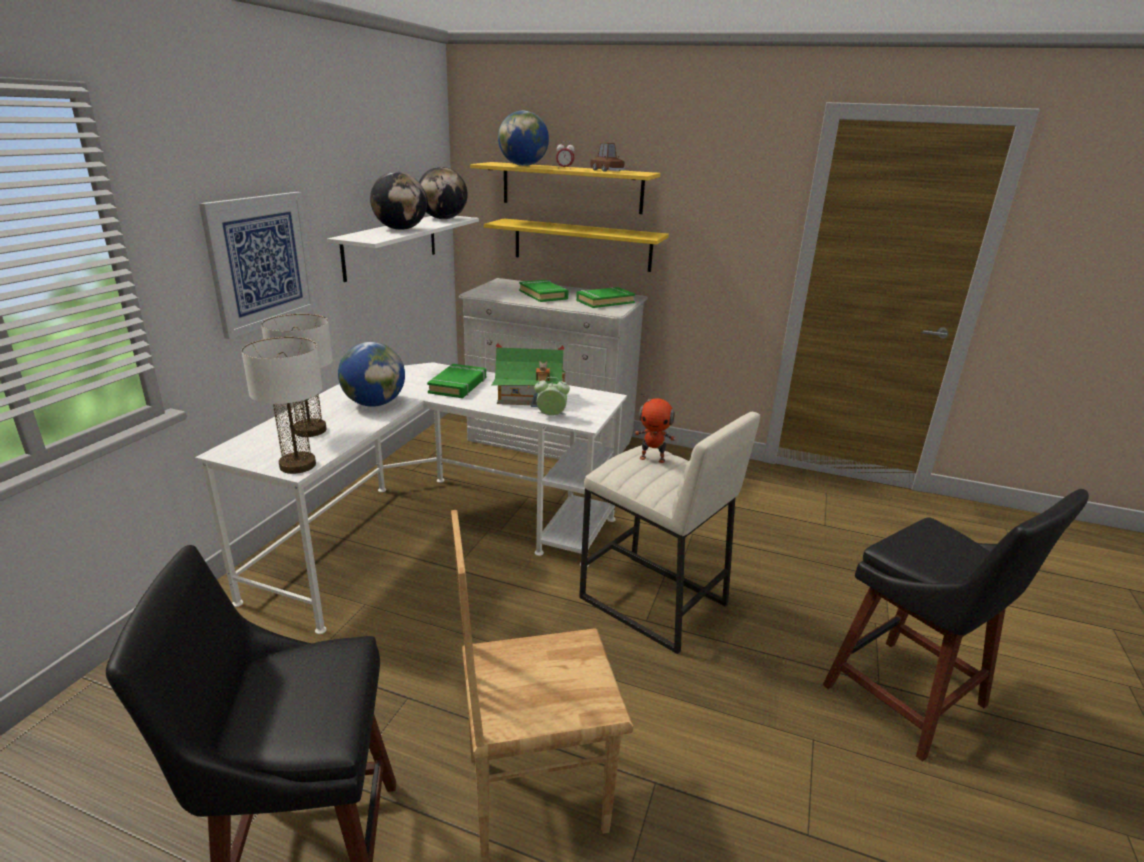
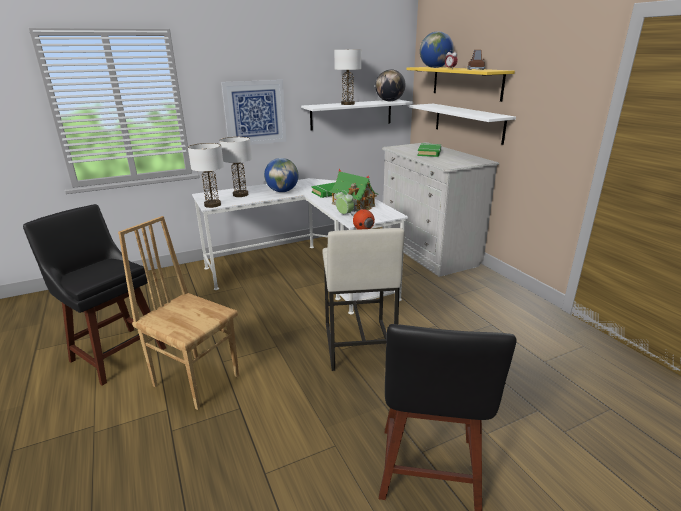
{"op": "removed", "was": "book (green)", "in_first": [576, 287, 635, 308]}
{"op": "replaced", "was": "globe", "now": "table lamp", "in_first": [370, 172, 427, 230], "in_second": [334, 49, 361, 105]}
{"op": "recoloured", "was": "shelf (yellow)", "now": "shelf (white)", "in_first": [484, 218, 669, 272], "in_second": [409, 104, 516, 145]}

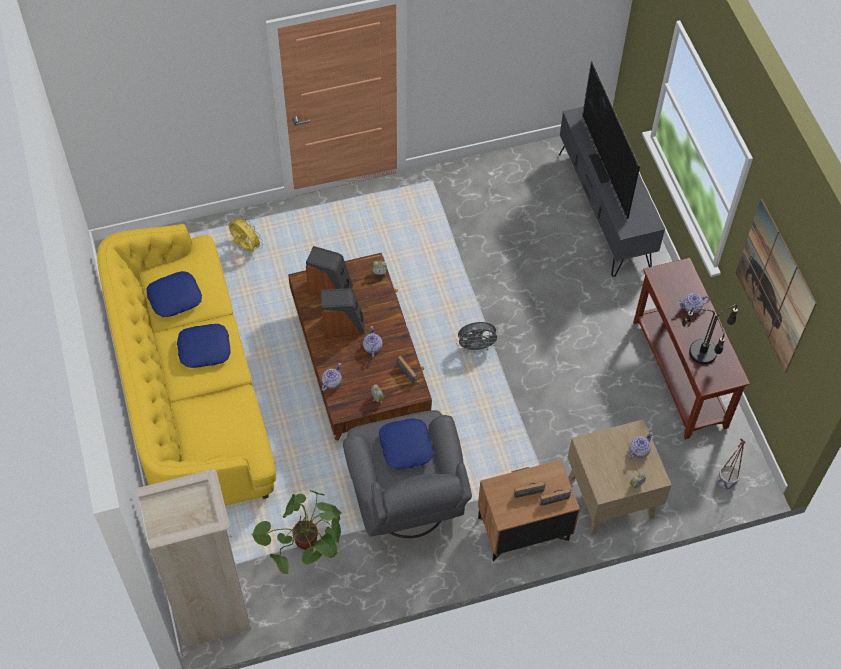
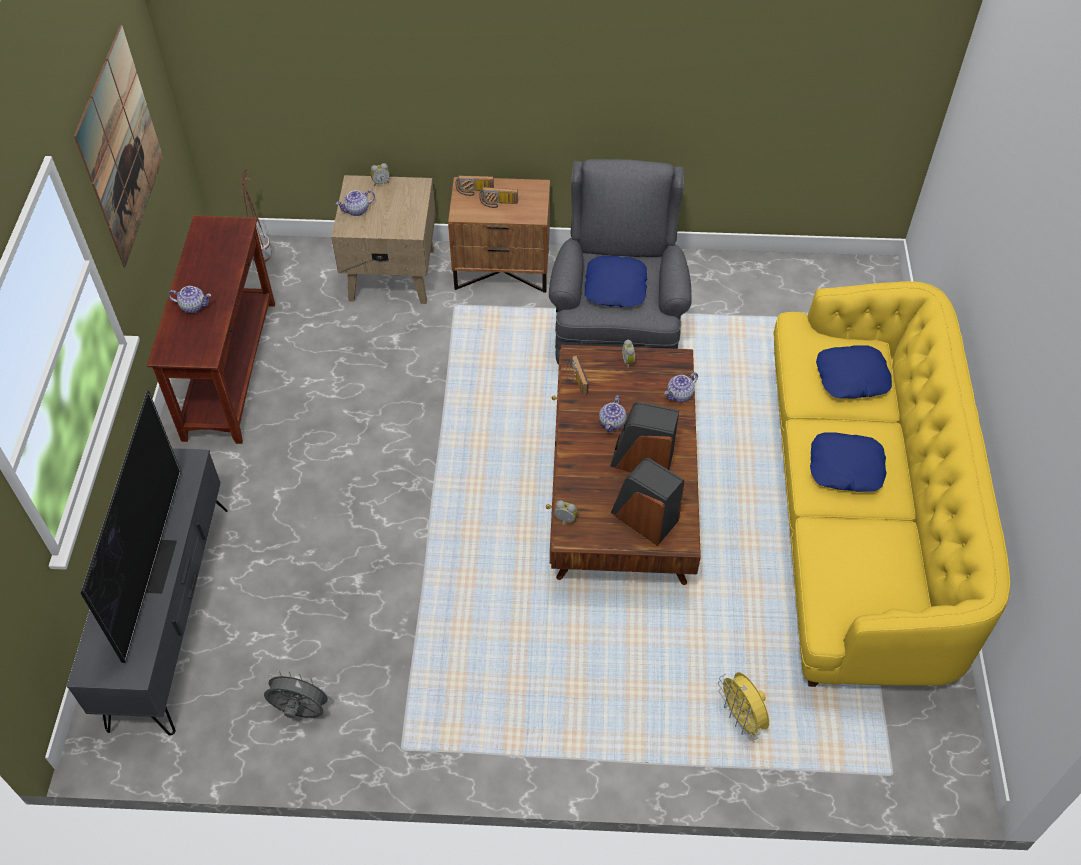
{"op": "removed", "was": "cabinet (beige)", "in_first": [137, 469, 251, 646]}
{"op": "removed", "was": "potted plant", "in_first": [251, 490, 342, 575]}
{"op": "removed", "was": "table lamp", "in_first": [682, 304, 738, 364]}
{"op": "moved", "was": "pillow (blue)", "in_first": [147, 271, 202, 317], "in_second": [816, 345, 892, 399]}
{"op": "moved", "was": "fan (grey)", "in_first": [456, 322, 500, 353], "in_second": [264, 671, 333, 718]}

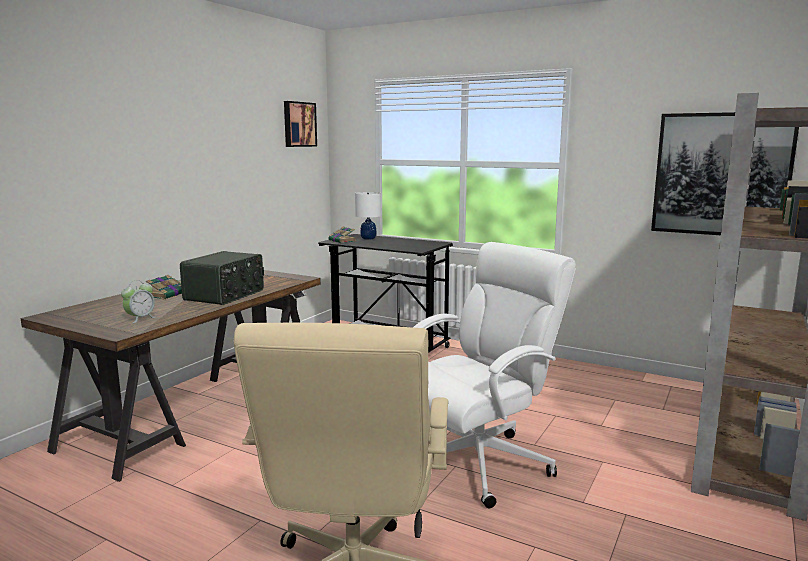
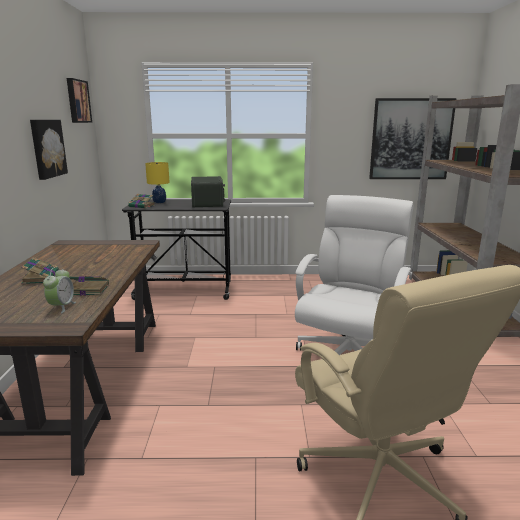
{"op": "added", "now": "picture", "in_second": [30, 120, 68, 180]}
{"op": "added", "now": "book", "in_second": [69, 276, 109, 296]}
{"op": "moved", "was": "radio", "in_first": [180, 251, 264, 305], "in_second": [191, 176, 225, 208]}
{"op": "recoloured", "was": "table lamp (white)", "now": "table lamp (yellow)", "in_first": [355, 192, 381, 240], "in_second": [145, 162, 170, 203]}

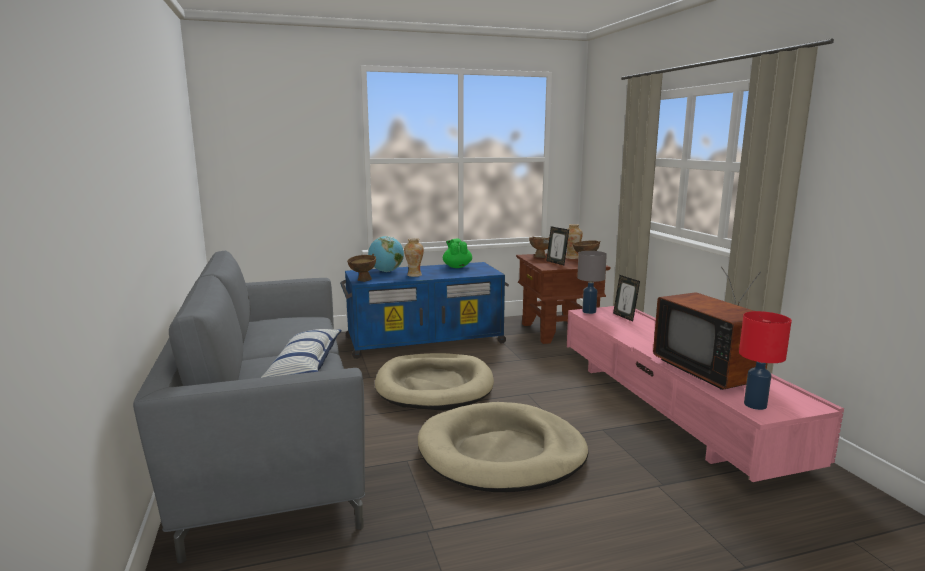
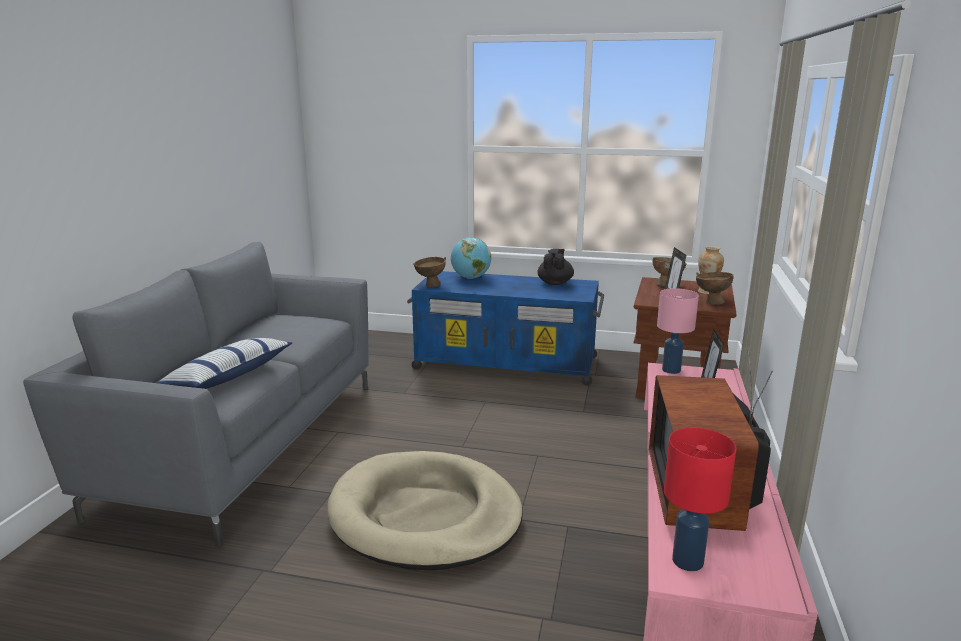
{"op": "removed", "was": "dog bed (beige)", "in_first": [375, 353, 494, 411]}
{"op": "removed", "was": "vase", "in_first": [404, 238, 424, 277]}
{"op": "recoloured", "was": "teapot (green)", "now": "teapot (black)", "in_first": [443, 238, 472, 268], "in_second": [538, 249, 574, 285]}
{"op": "recoloured", "was": "table lamp (grey)", "now": "table lamp (pink)", "in_first": [577, 251, 607, 314], "in_second": [657, 288, 699, 374]}

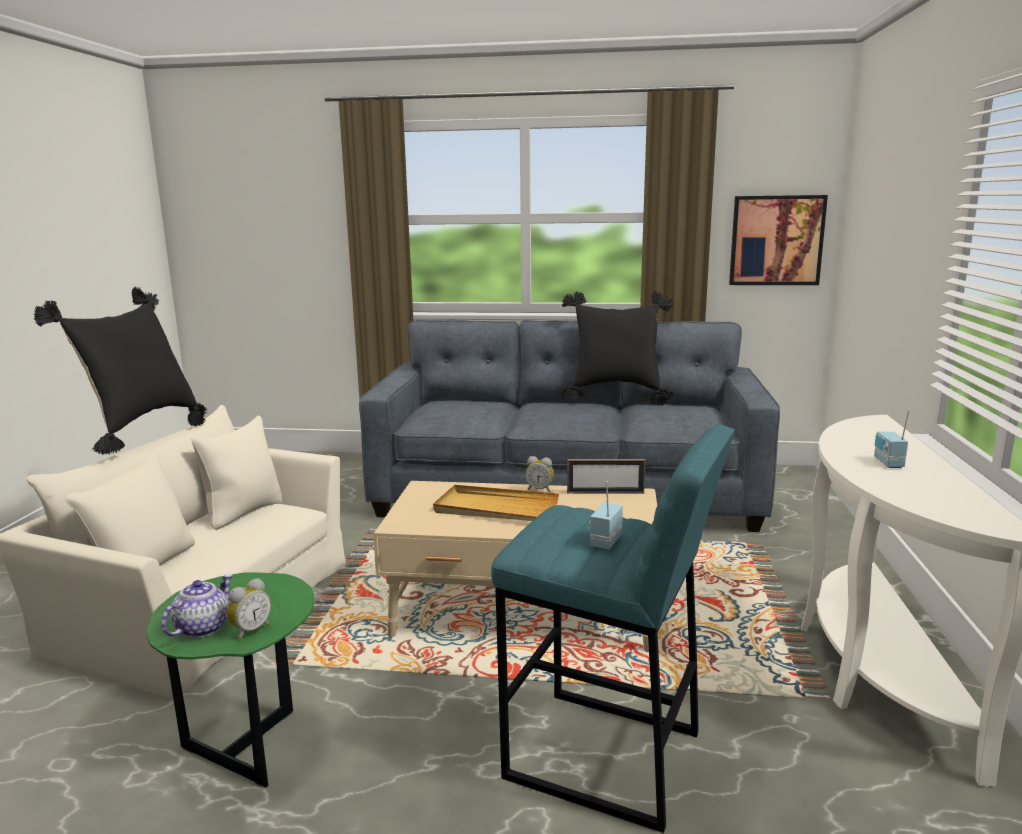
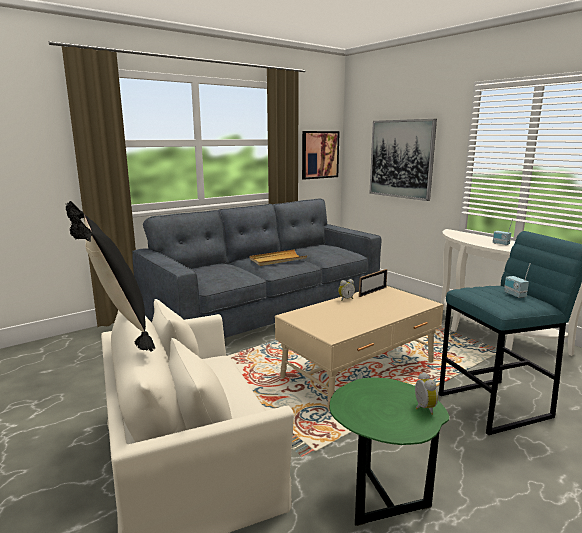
{"op": "removed", "was": "teapot", "in_first": [161, 574, 233, 638]}
{"op": "removed", "was": "pillow (black)", "in_first": [559, 291, 674, 406]}
{"op": "added", "now": "picture", "in_second": [369, 119, 437, 201]}
{"op": "moved", "was": "tray (beige)", "in_first": [433, 485, 559, 521], "in_second": [249, 249, 307, 266]}

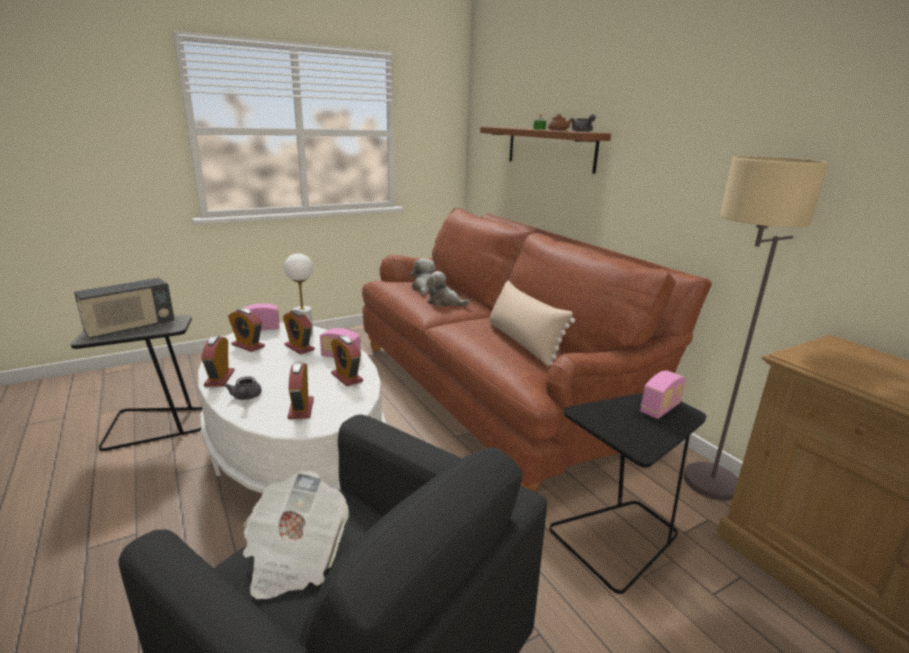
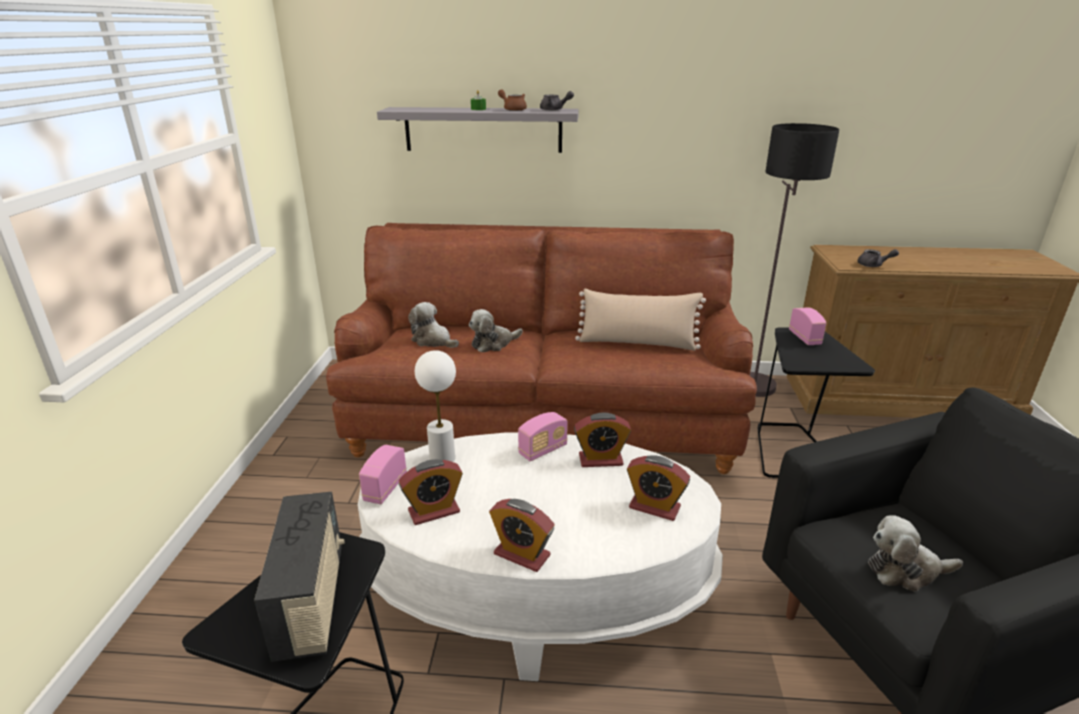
{"op": "removed", "was": "alarm clock", "in_first": [283, 310, 315, 355]}
{"op": "moved", "was": "teapot (grey)", "in_first": [224, 376, 262, 400], "in_second": [858, 249, 899, 267]}
{"op": "replaced", "was": "newspaper", "now": "plush toy", "in_first": [243, 471, 349, 600], "in_second": [868, 515, 963, 592]}
{"op": "recoloured", "was": "shelf (brown)", "now": "shelf (grey)", "in_first": [480, 127, 611, 174], "in_second": [377, 107, 579, 153]}
{"op": "recoloured", "was": "floor lamp (beige)", "now": "floor lamp (black)", "in_first": [684, 156, 828, 501], "in_second": [750, 123, 839, 397]}

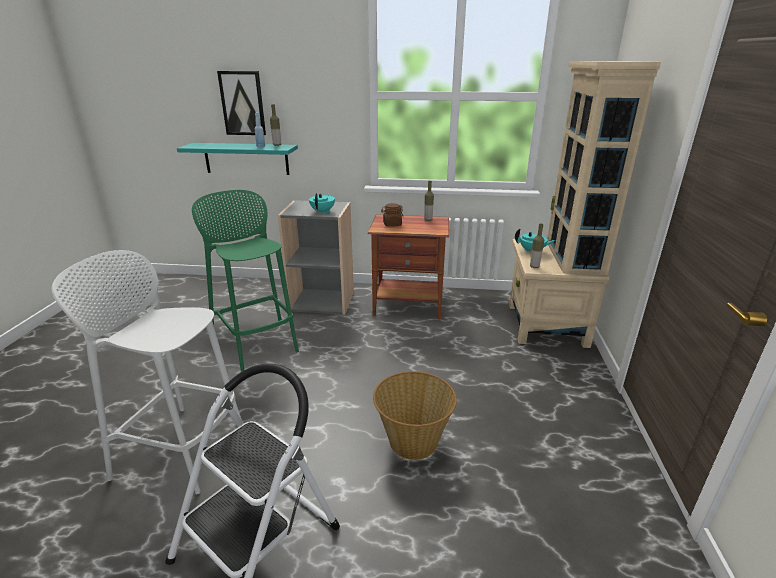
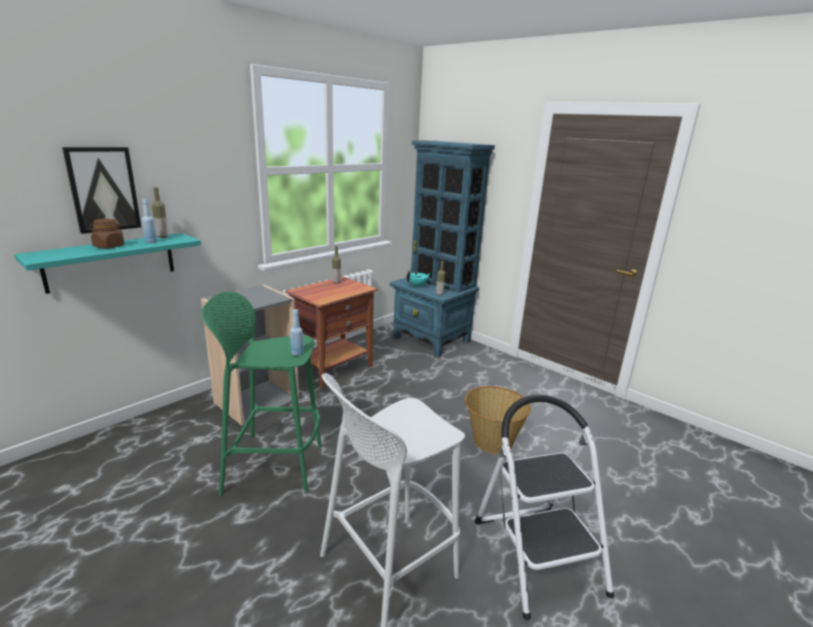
{"op": "removed", "was": "teapot (turquoise)", "in_first": [309, 193, 335, 214]}
{"op": "added", "now": "bottle (blue)", "in_second": [290, 309, 304, 356]}
{"op": "moved", "was": "jar (brown)", "in_first": [381, 203, 403, 227], "in_second": [89, 219, 125, 248]}
{"op": "recoloured", "was": "cabinet (beige)", "now": "cabinet (blue)", "in_first": [509, 61, 661, 348], "in_second": [390, 140, 495, 357]}

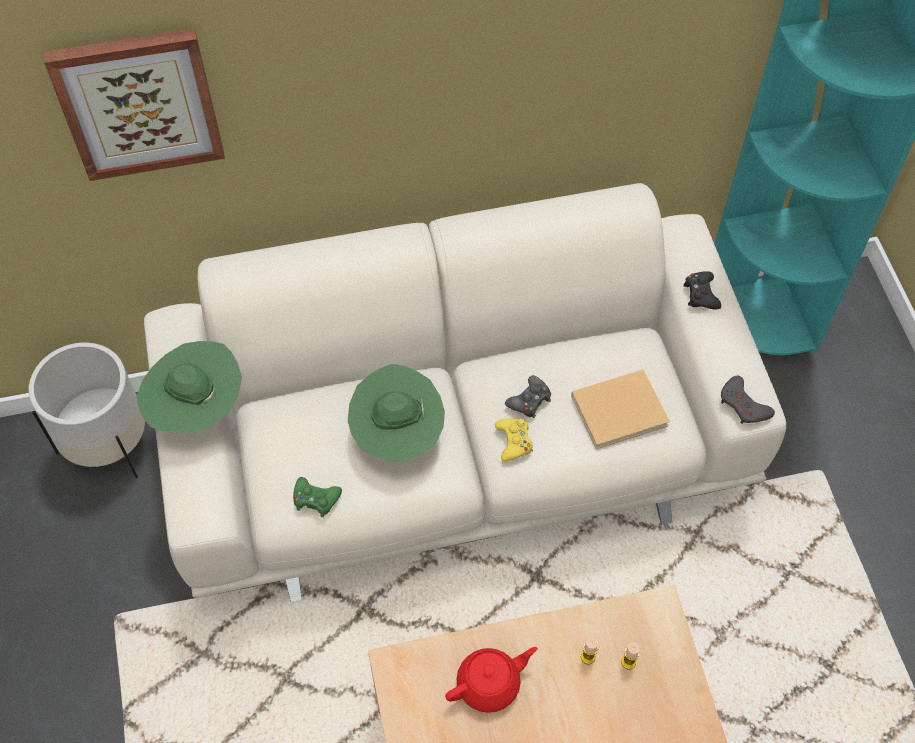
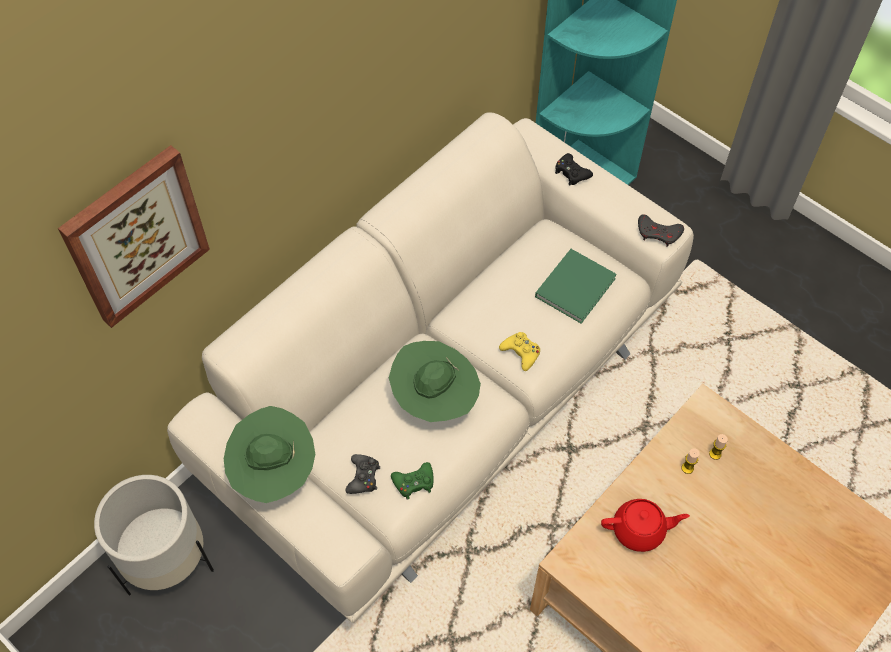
{"op": "moved", "was": "game controller (black)", "in_first": [505, 375, 551, 418], "in_second": [346, 454, 380, 494]}
{"op": "recoloured", "was": "book (beige)", "now": "book (green)", "in_first": [571, 369, 670, 449], "in_second": [535, 249, 617, 324]}
{"op": "turned", "was": "teapot (red)", "in_first": [445, 647, 538, 713], "in_second": [601, 499, 690, 552], "clockwise": 60}

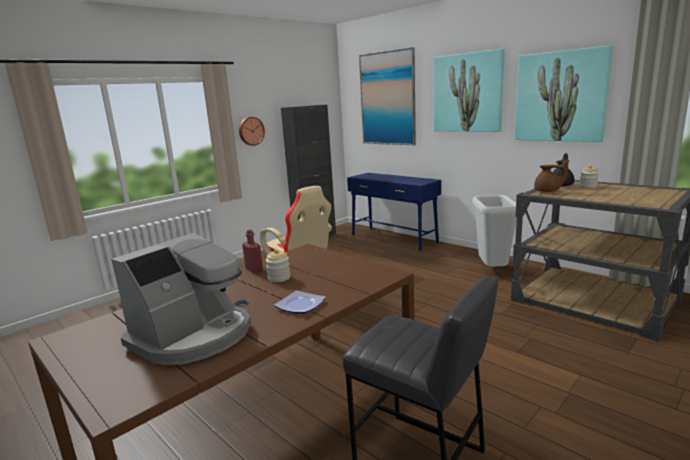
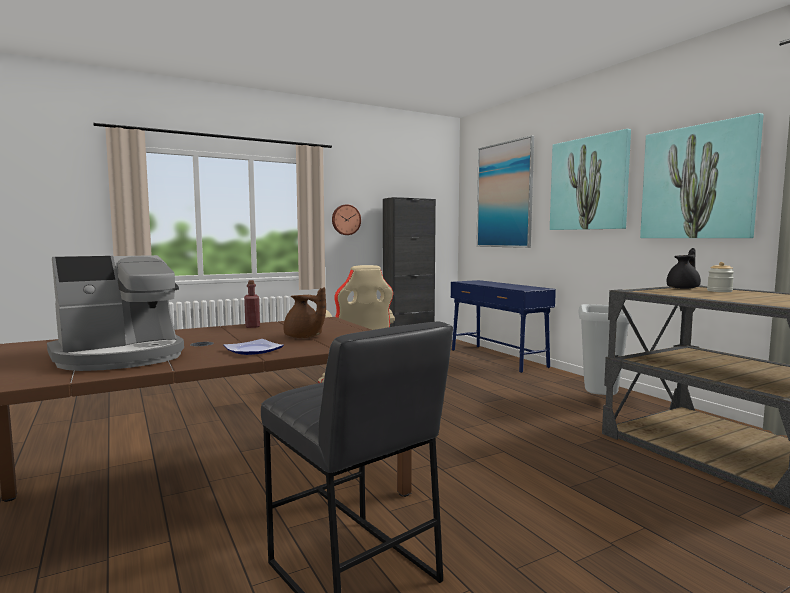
{"op": "removed", "was": "jar", "in_first": [266, 249, 290, 282]}
{"op": "moved", "was": "teapot (brown)", "in_first": [534, 159, 569, 192], "in_second": [283, 287, 326, 338]}

